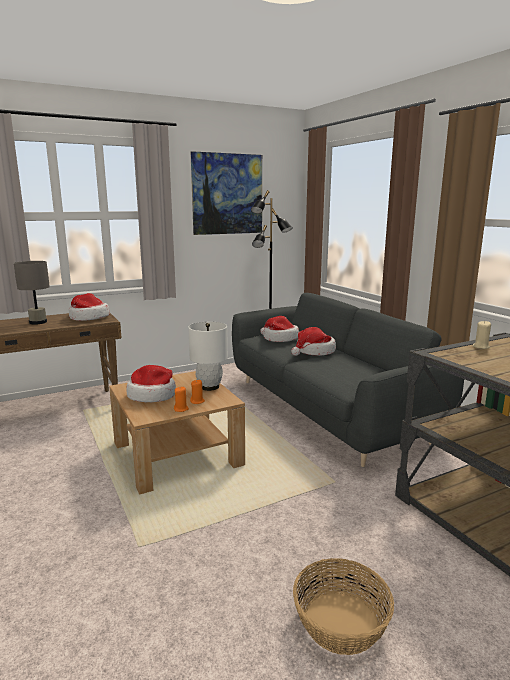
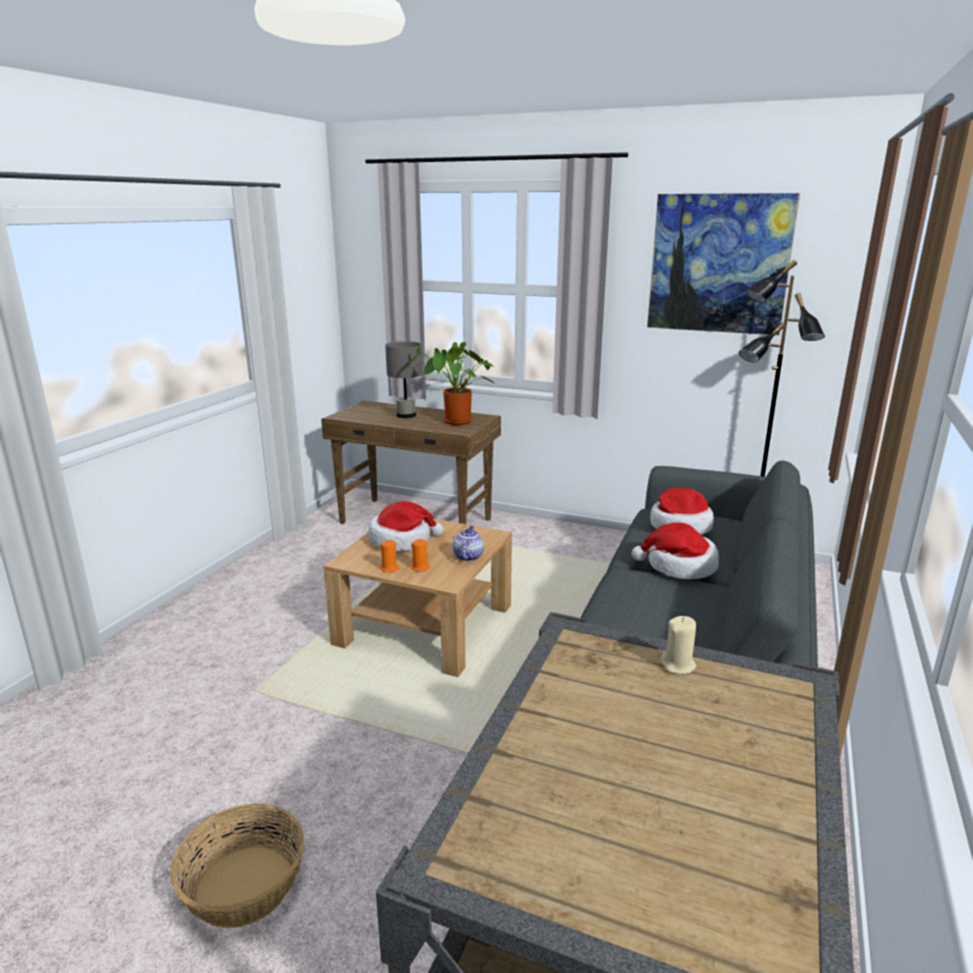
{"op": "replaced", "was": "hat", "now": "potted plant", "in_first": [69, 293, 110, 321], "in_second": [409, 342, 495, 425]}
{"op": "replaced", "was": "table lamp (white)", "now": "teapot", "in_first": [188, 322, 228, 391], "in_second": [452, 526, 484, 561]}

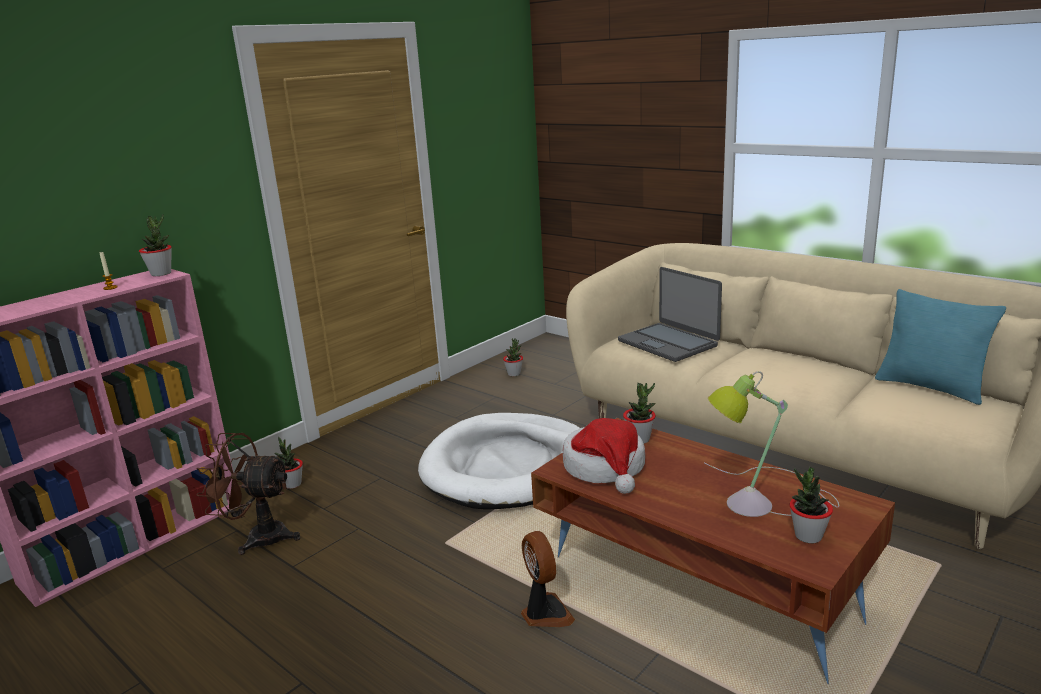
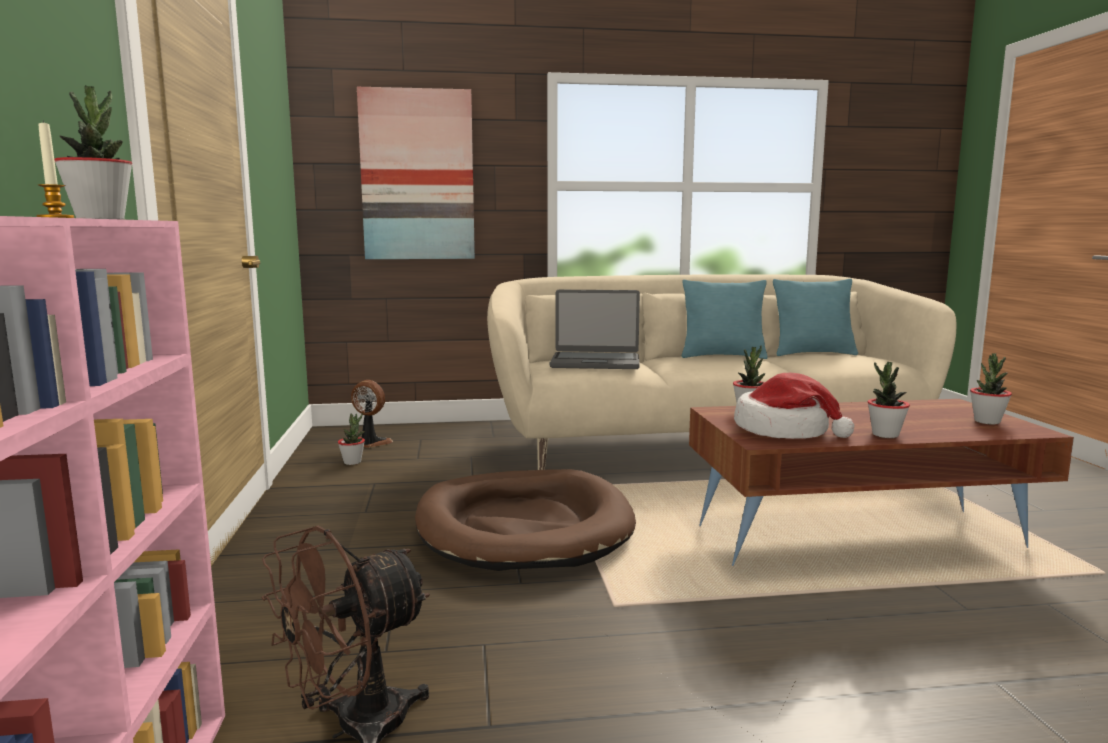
{"op": "removed", "was": "table lamp", "in_first": [705, 371, 839, 517]}
{"op": "added", "now": "picture", "in_second": [357, 87, 475, 259]}
{"op": "added", "now": "pillow (turquoise)", "in_second": [682, 280, 768, 359]}
{"op": "moved", "was": "potted plant", "in_first": [274, 437, 303, 489], "in_second": [868, 362, 910, 438]}
{"op": "moved", "was": "fan", "in_first": [521, 531, 575, 627], "in_second": [351, 380, 393, 448]}
{"op": "recoloured", "was": "dog bed (white)", "now": "dog bed (brown)", "in_first": [418, 413, 580, 510], "in_second": [415, 469, 636, 571]}

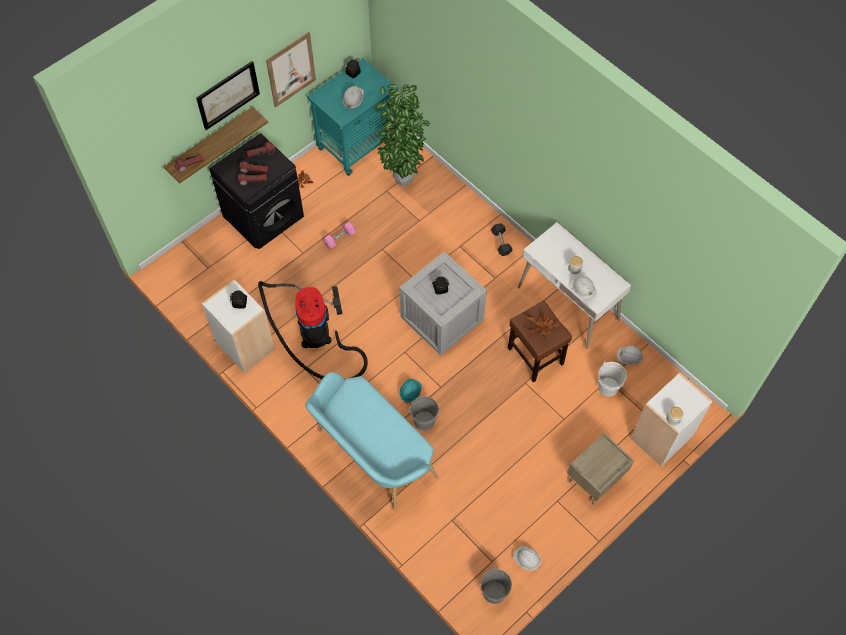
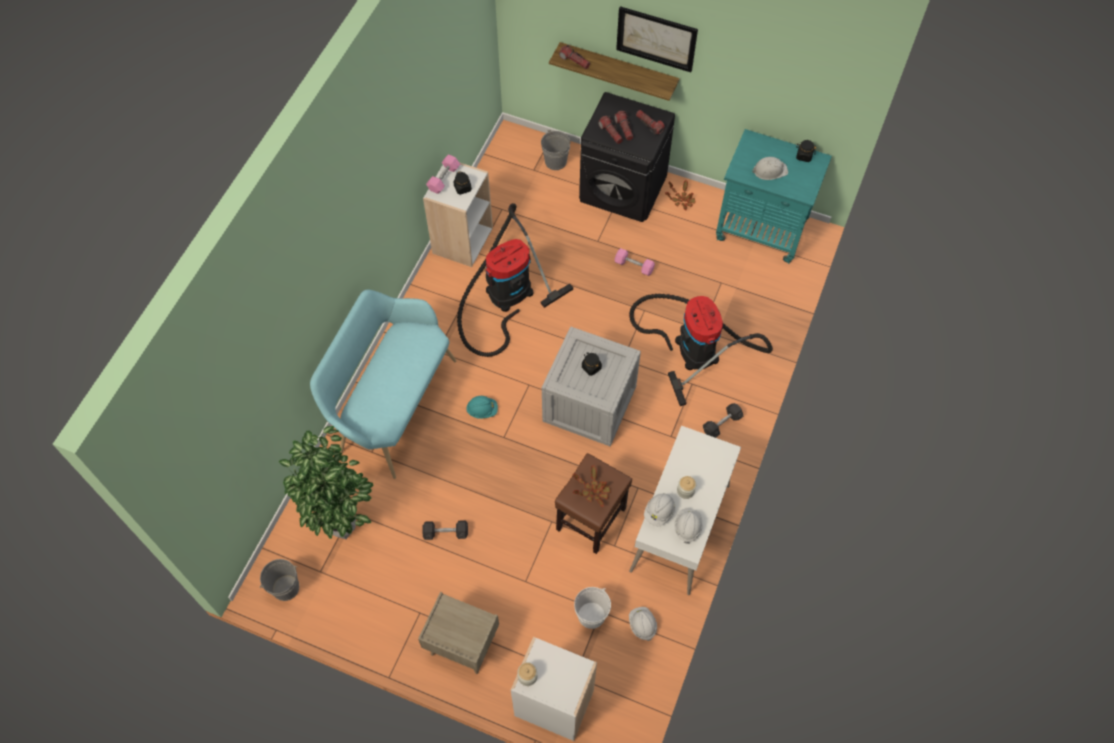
{"op": "removed", "was": "picture", "in_first": [266, 32, 316, 108]}
{"op": "added", "now": "dumbbell (grey)", "in_second": [422, 520, 468, 540]}
{"op": "added", "now": "dumbbell (pink)", "in_second": [426, 154, 460, 194]}
{"op": "added", "now": "vacuum cleaner", "in_second": [629, 294, 773, 406]}
{"op": "moved", "was": "potted plant", "in_first": [375, 84, 431, 186], "in_second": [279, 426, 373, 539]}
{"op": "moved", "was": "bucket (grey)", "in_first": [408, 396, 441, 431], "in_second": [541, 130, 570, 170]}
{"op": "moved", "was": "hard hat (white)", "in_first": [513, 546, 541, 571], "in_second": [674, 509, 702, 544]}

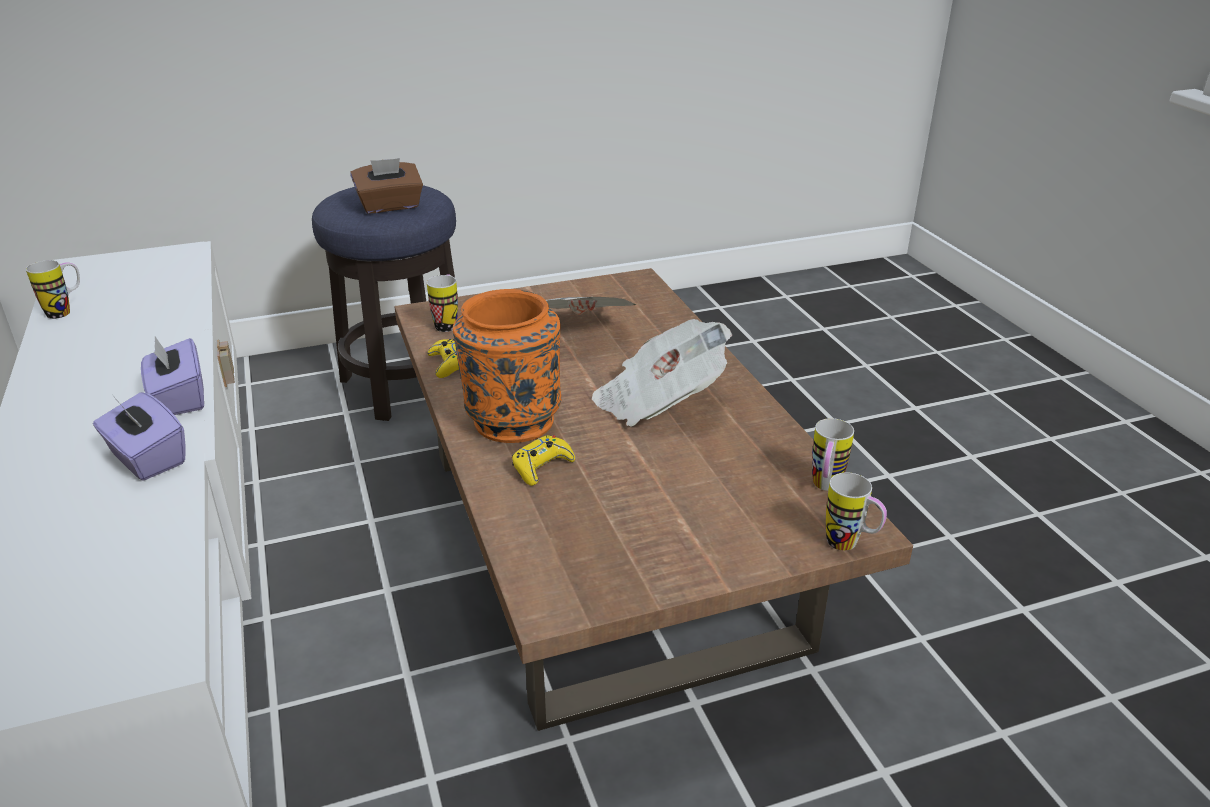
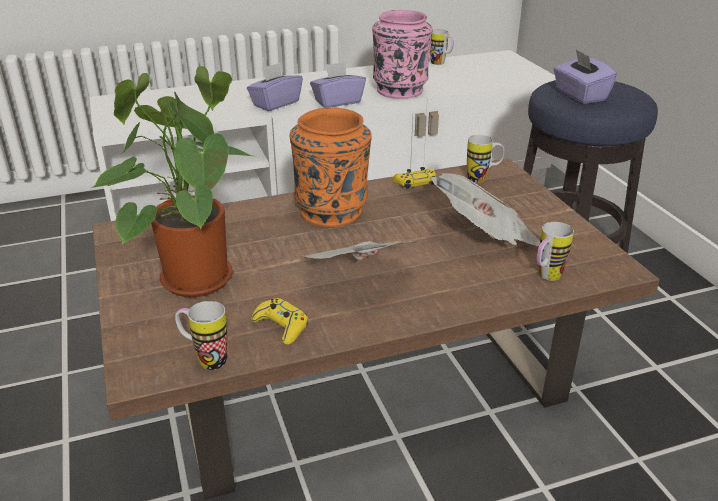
{"op": "added", "now": "potted plant", "in_second": [91, 66, 256, 297]}
{"op": "added", "now": "vase (pink)", "in_second": [372, 10, 433, 99]}
{"op": "moved", "was": "game controller (yellow)", "in_first": [512, 435, 575, 486], "in_second": [251, 298, 308, 345]}
{"op": "moved", "was": "mug", "in_first": [826, 472, 887, 551], "in_second": [537, 222, 574, 281]}
{"op": "recoloured", "was": "tissue box (brown)", "now": "tissue box (purple)", "in_first": [350, 158, 423, 214], "in_second": [554, 49, 617, 104]}

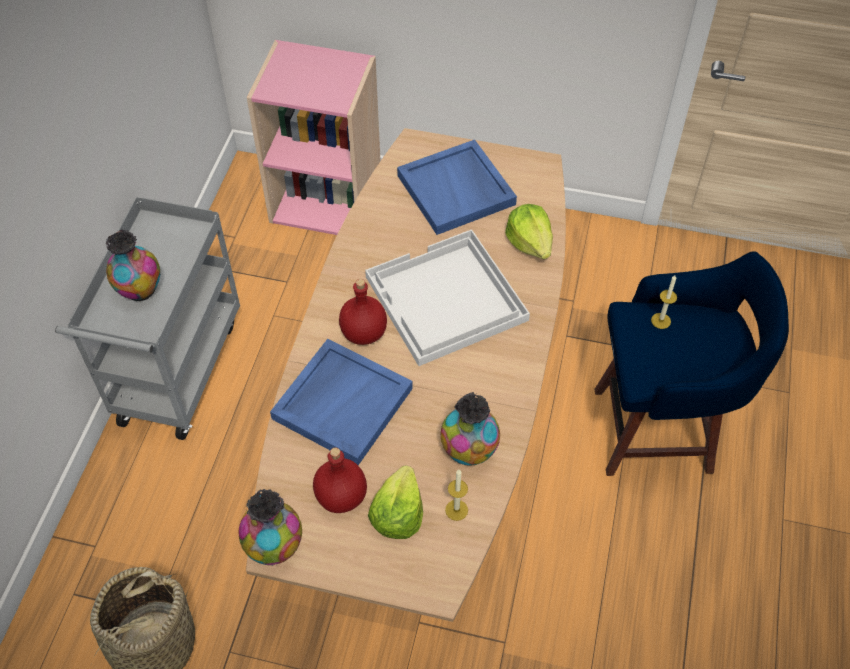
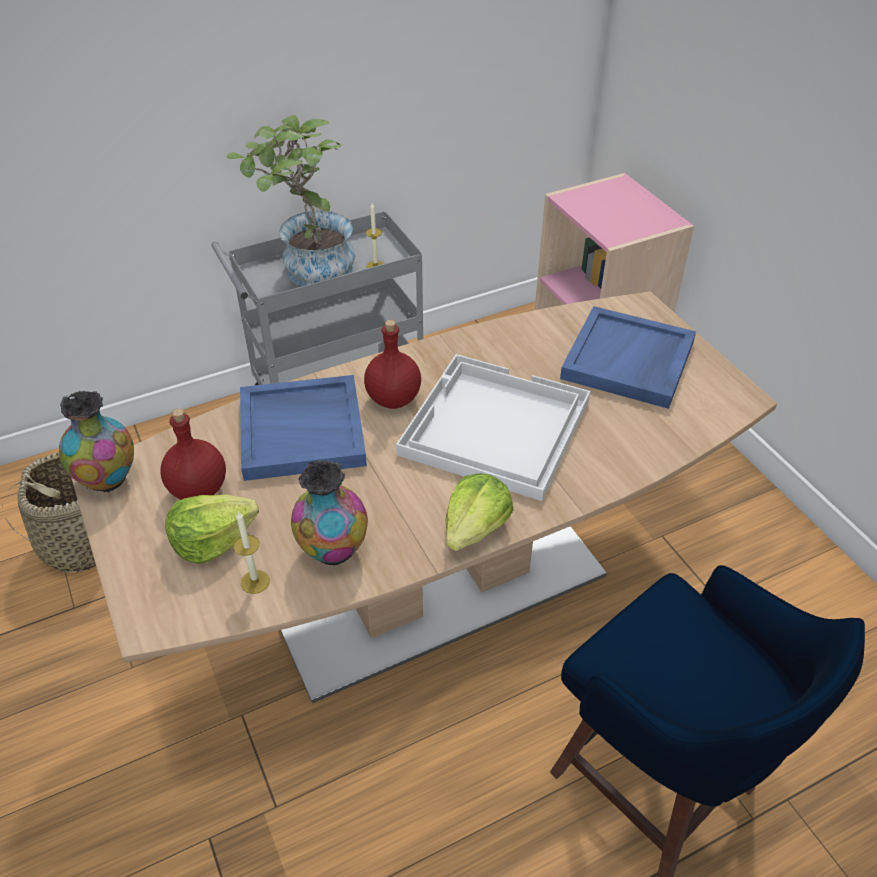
{"op": "moved", "was": "lettuce", "in_first": [505, 204, 553, 259], "in_second": [446, 473, 513, 551]}
{"op": "moved", "was": "candle", "in_first": [651, 276, 677, 329], "in_second": [366, 203, 384, 268]}
{"op": "replaced", "was": "vase", "now": "potted plant", "in_first": [106, 230, 160, 301], "in_second": [226, 115, 355, 286]}

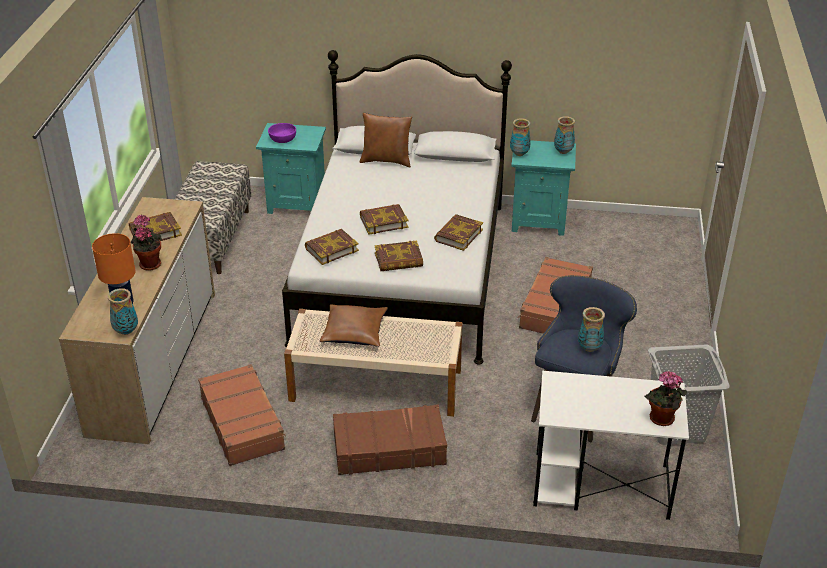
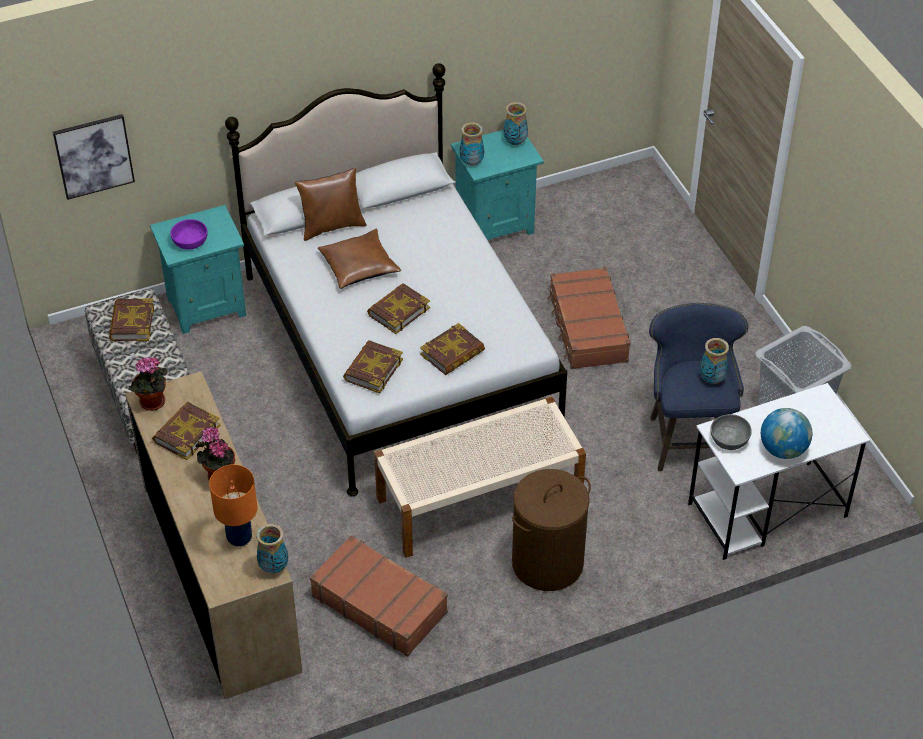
{"op": "added", "now": "picture", "in_second": [53, 114, 135, 200]}
{"op": "added", "now": "bowl (grey)", "in_second": [710, 414, 752, 450]}
{"op": "added", "now": "globe", "in_second": [761, 408, 812, 459]}
{"op": "moved", "was": "pillow (brown)", "in_first": [320, 304, 388, 347], "in_second": [318, 229, 401, 289]}
{"op": "moved", "was": "book", "in_first": [434, 214, 483, 251], "in_second": [109, 298, 154, 341]}
{"op": "moved", "was": "potted plant", "in_first": [644, 371, 687, 426], "in_second": [128, 357, 167, 411]}
{"op": "replaced", "was": "suitcase (brown)", "now": "laundry basket (brown)", "in_first": [333, 404, 447, 475], "in_second": [512, 469, 591, 591]}

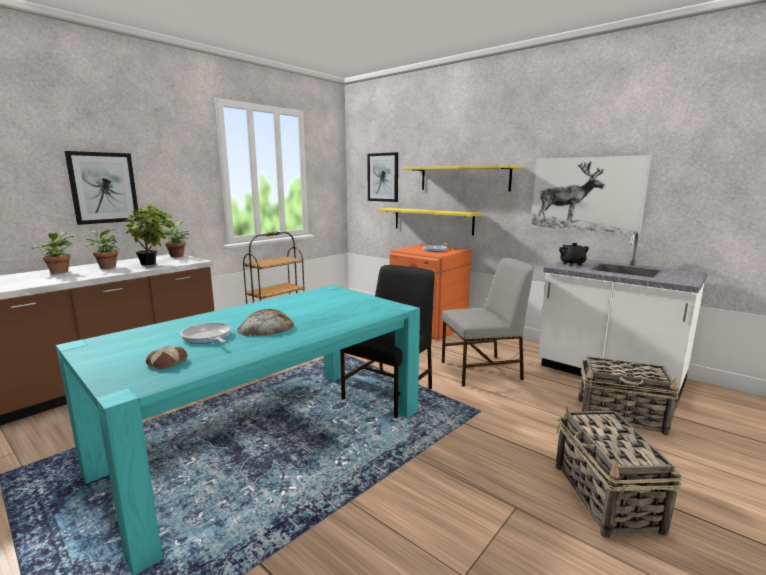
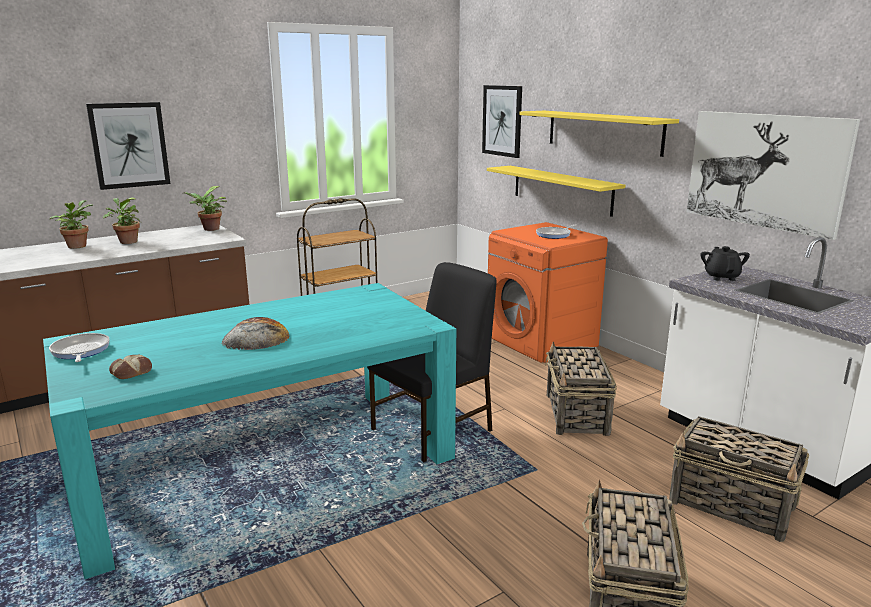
{"op": "removed", "was": "potted plant", "in_first": [124, 202, 175, 265]}
{"op": "moved", "was": "frying pan", "in_first": [180, 323, 231, 344], "in_second": [49, 333, 110, 362]}
{"op": "replaced", "was": "chair (grey)", "now": "basket", "in_first": [442, 258, 534, 386], "in_second": [545, 341, 617, 436]}

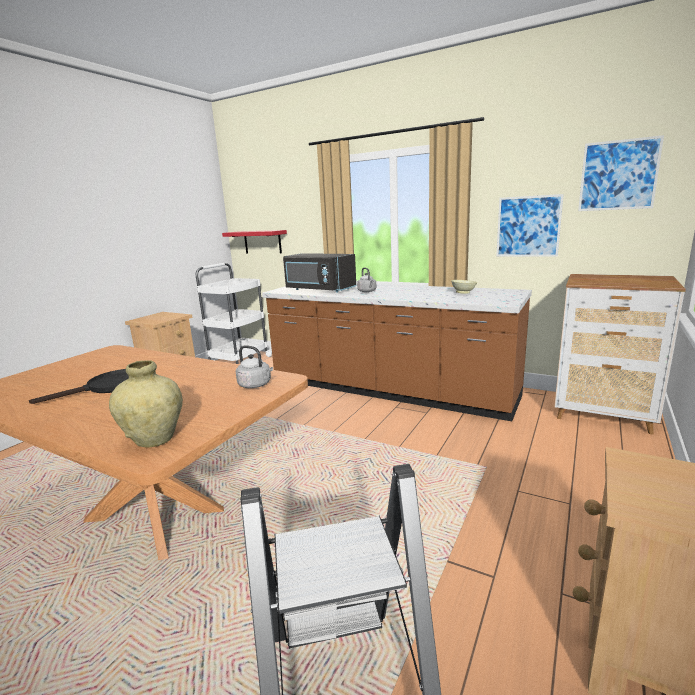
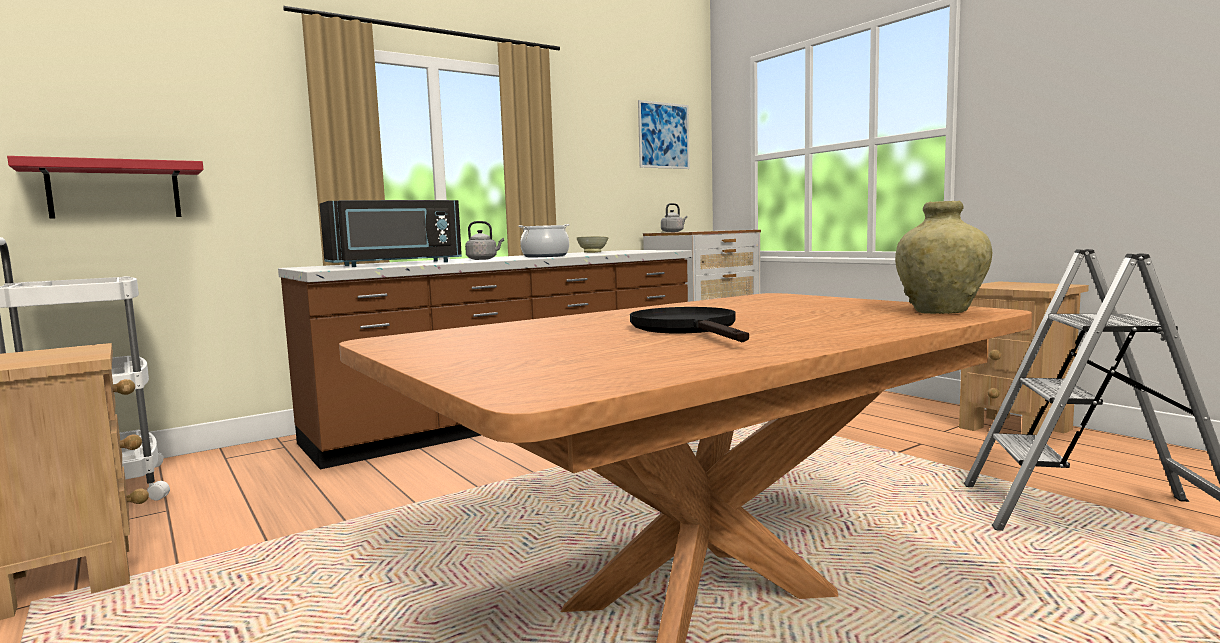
{"op": "removed", "was": "picture", "in_first": [496, 194, 564, 257]}
{"op": "added", "now": "cooking pot", "in_second": [518, 224, 569, 257]}
{"op": "moved", "was": "kettle (grey)", "in_first": [236, 345, 273, 388], "in_second": [661, 203, 687, 232]}

